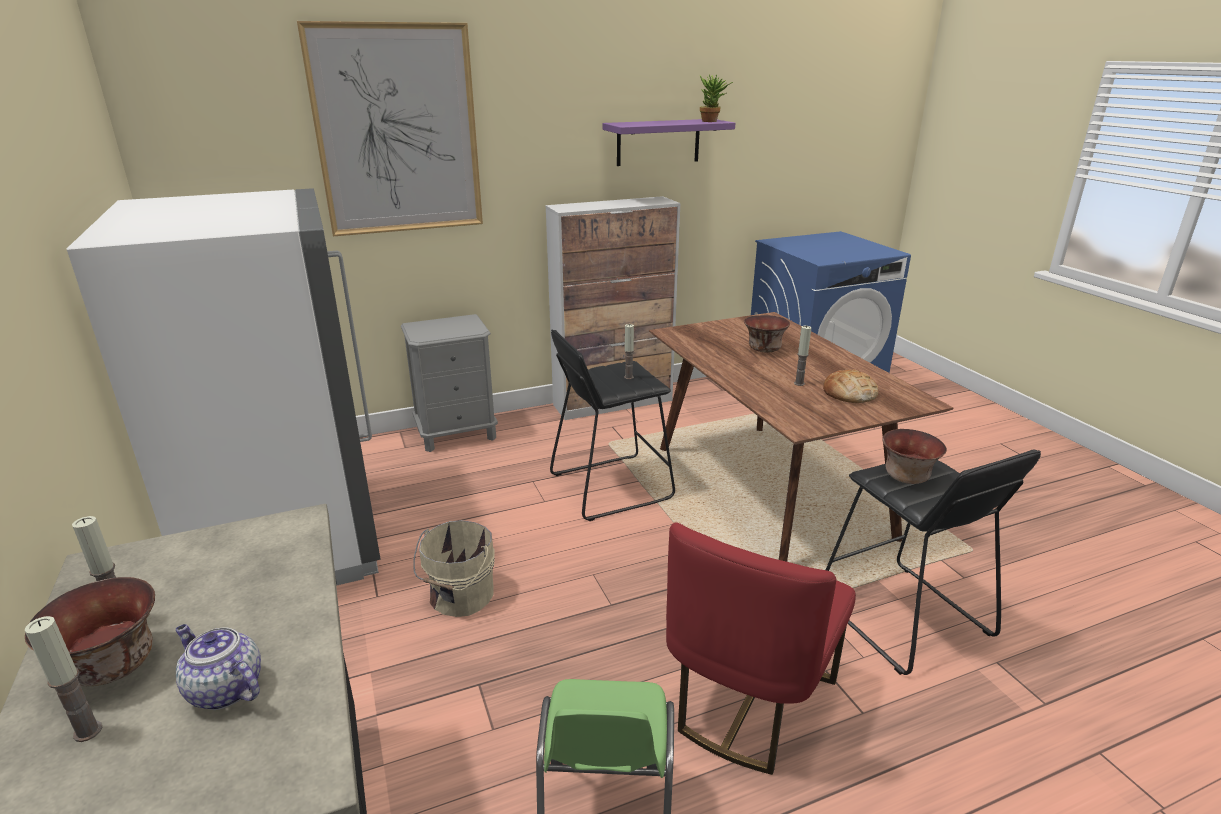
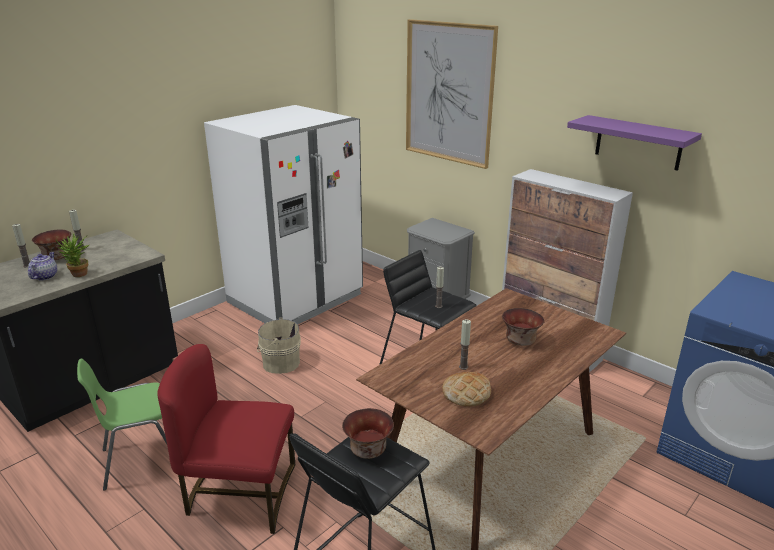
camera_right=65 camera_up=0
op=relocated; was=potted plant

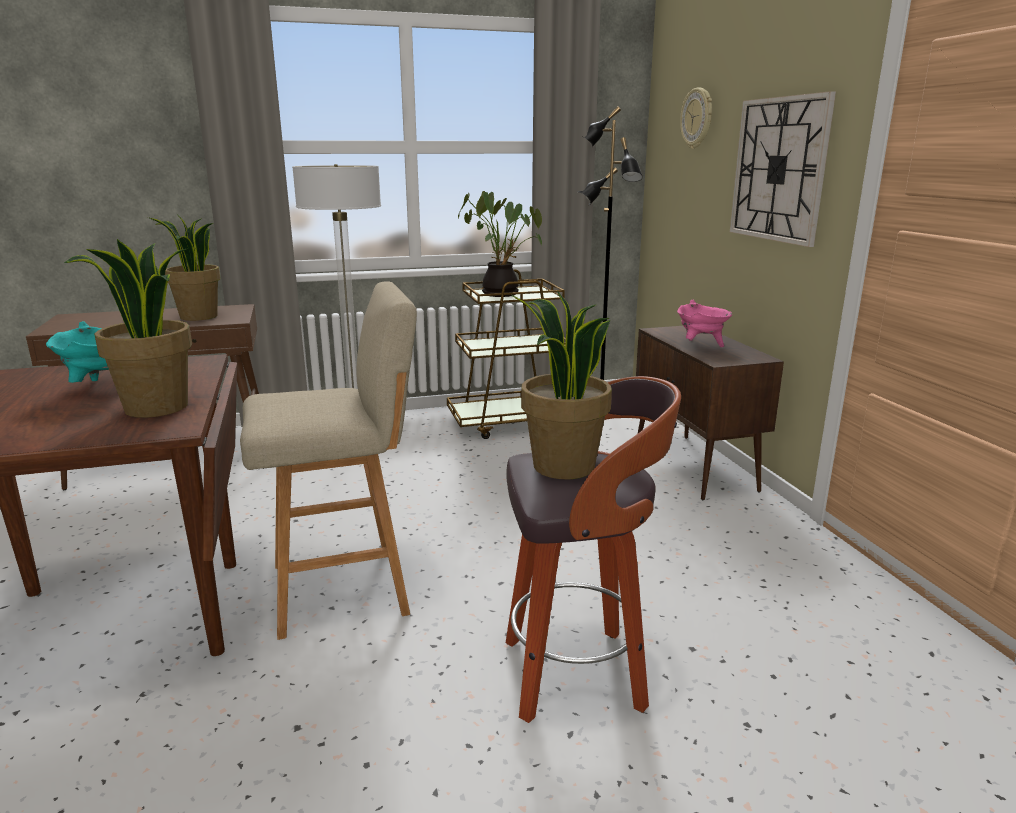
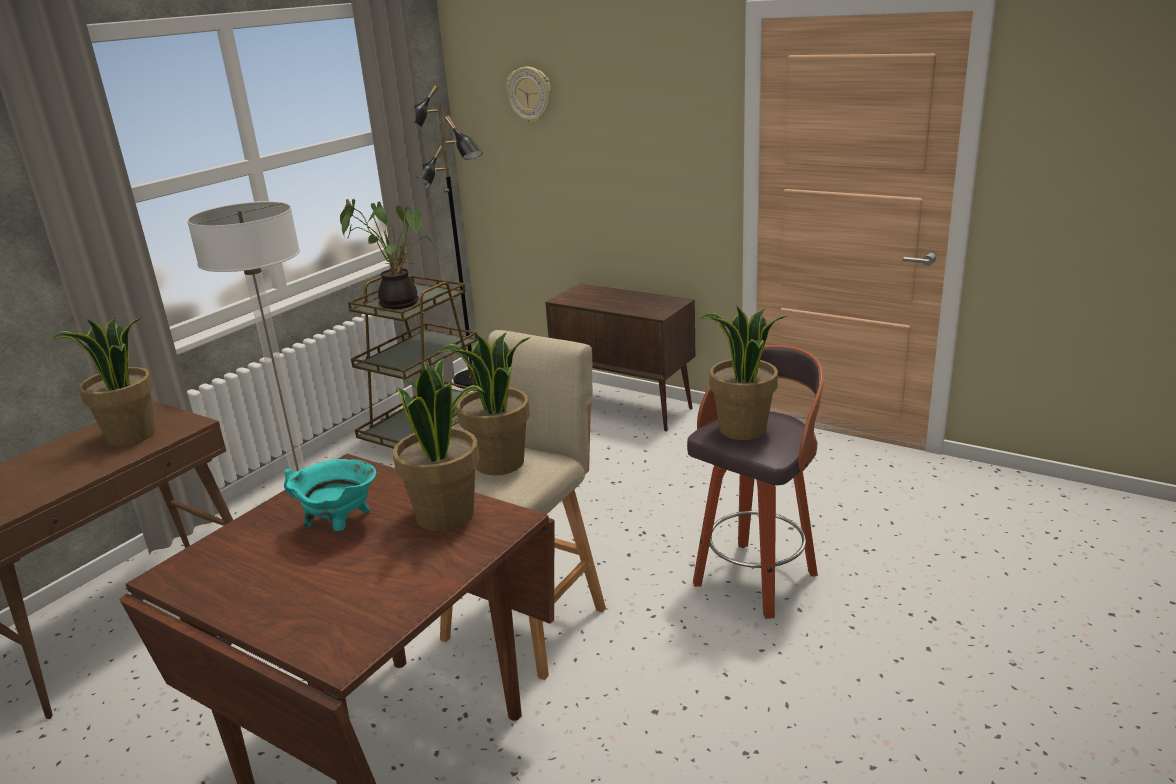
camera_right=-40 camera_up=5
op=missing; was=pink cooking pot
op=missing; was=wall clock (no. 2 from left)
op=appeared; now=potted plant (no. 4 from left)

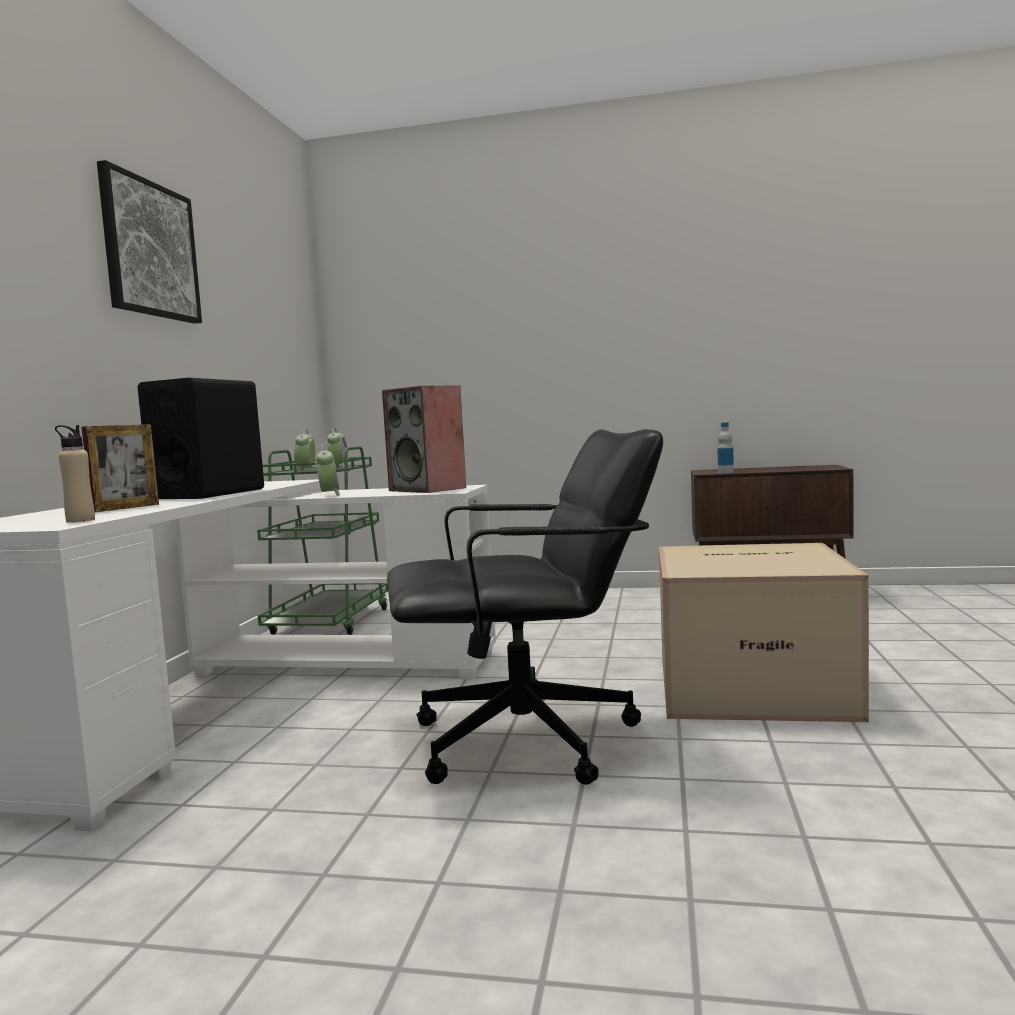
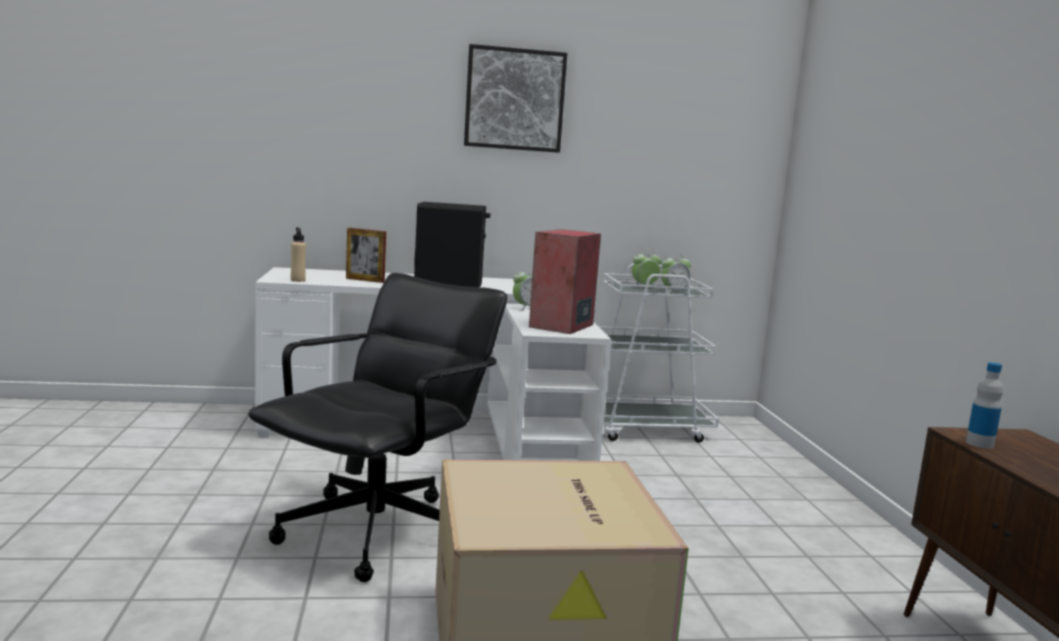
camera_right=70 camera_up=5
op=colour; was=green cart; now=white cart
op=spun; was=black office chair; clockwise=-120

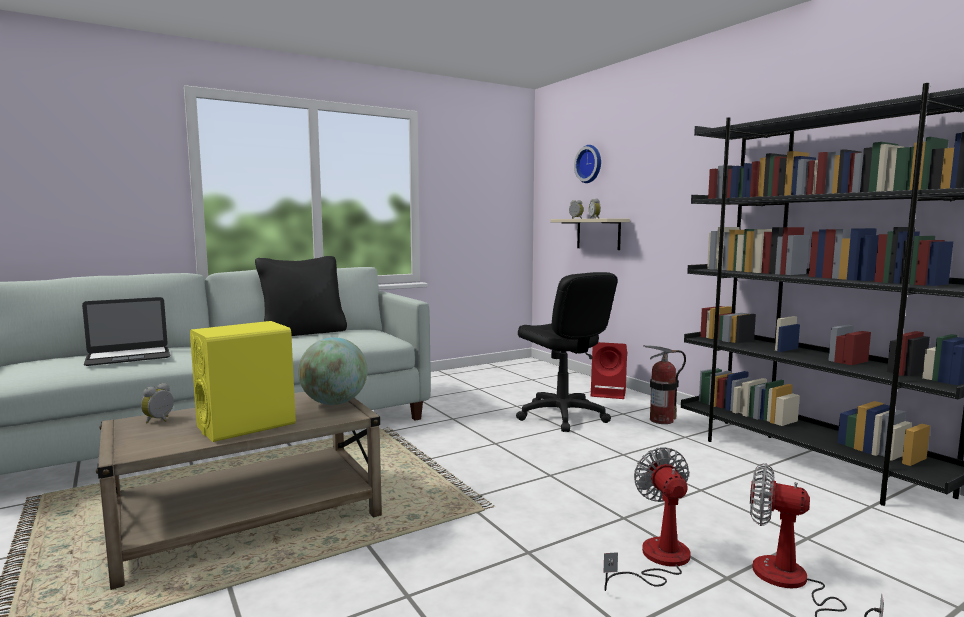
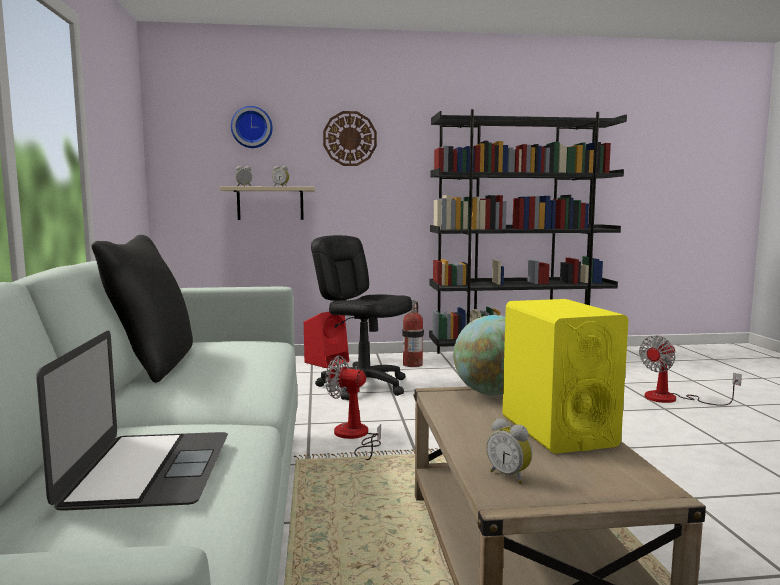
camera_right=-65 camera_up=0
op=appeared; now=wall clock (no. 2 from left)
op=relocated; was=fan (no. 1 from left)
op=spun; was=black office chair; clockwise=-135

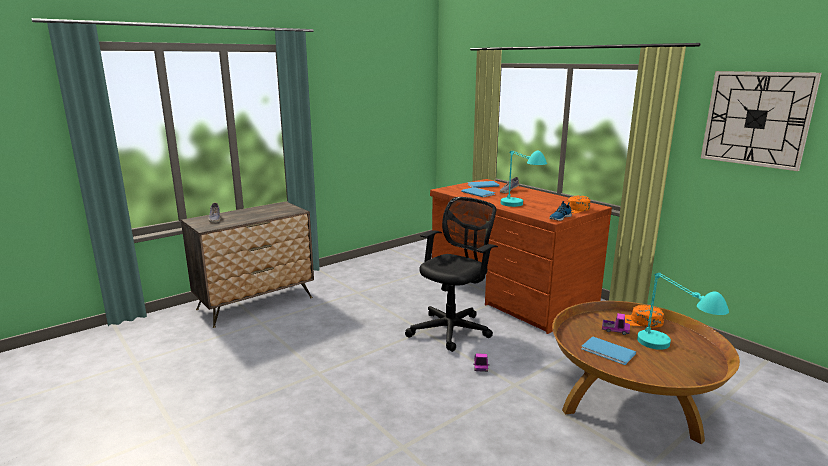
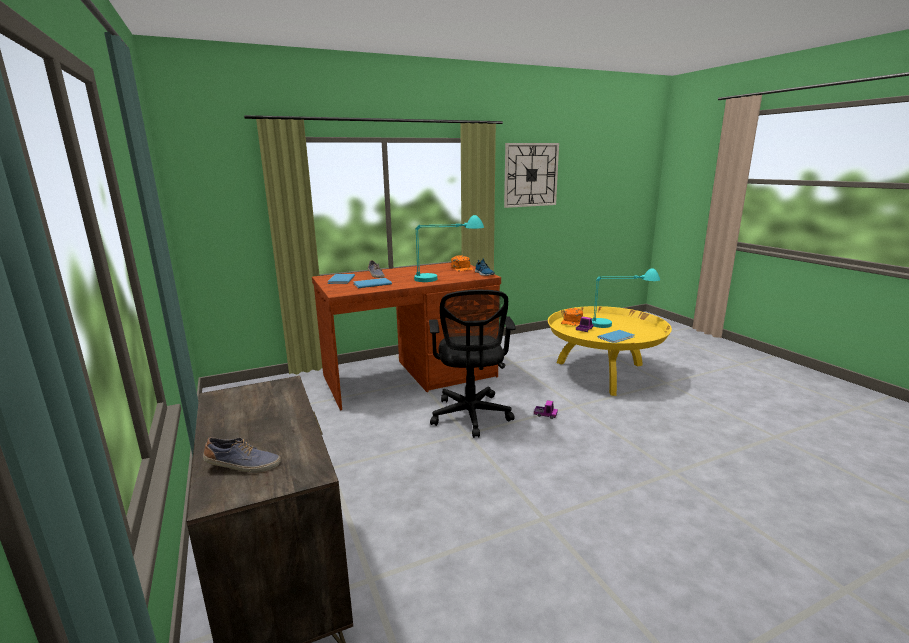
camera_right=-75 camera_up=0
op=colour; was=brown coffee table; now=yellow coffee table
op=spun; was=black office chair; clockwise=-150

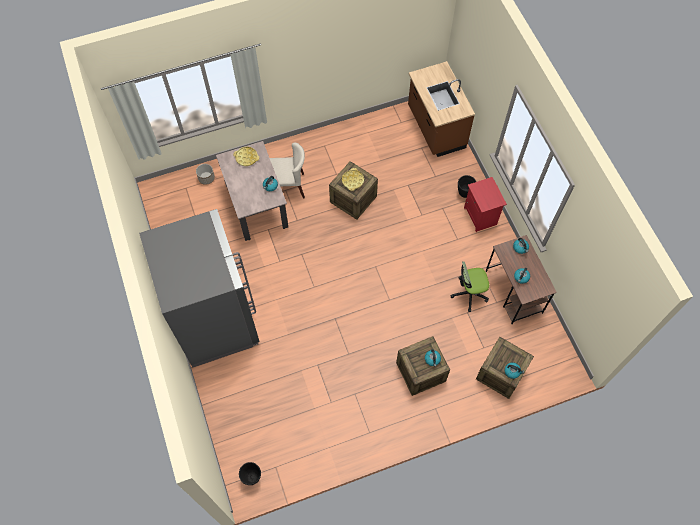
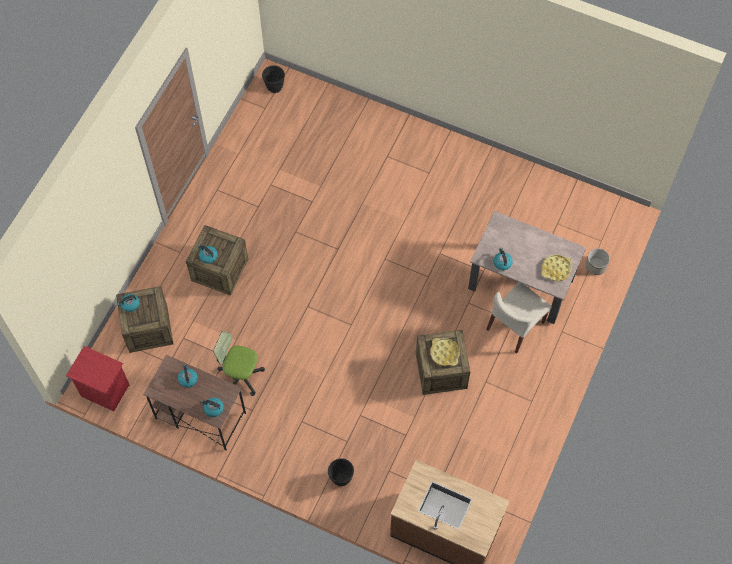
camera_right=135 camera_up=0
op=missing; was=grey fridge
op=relocated; was=red nightstand
op=spun; was=office chair; clockwise=-105

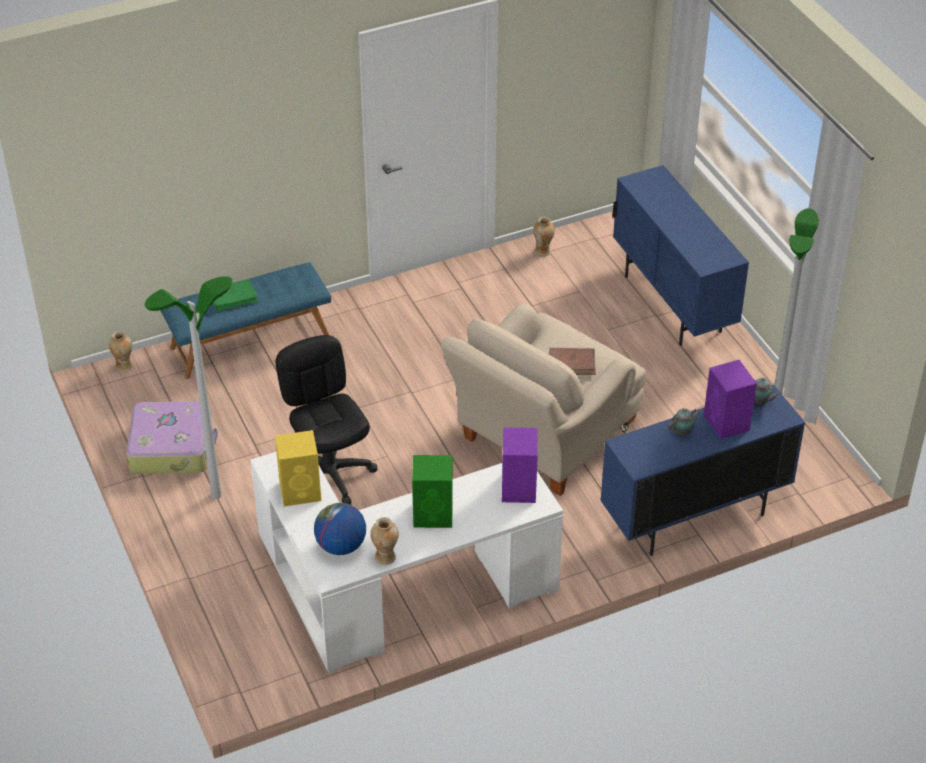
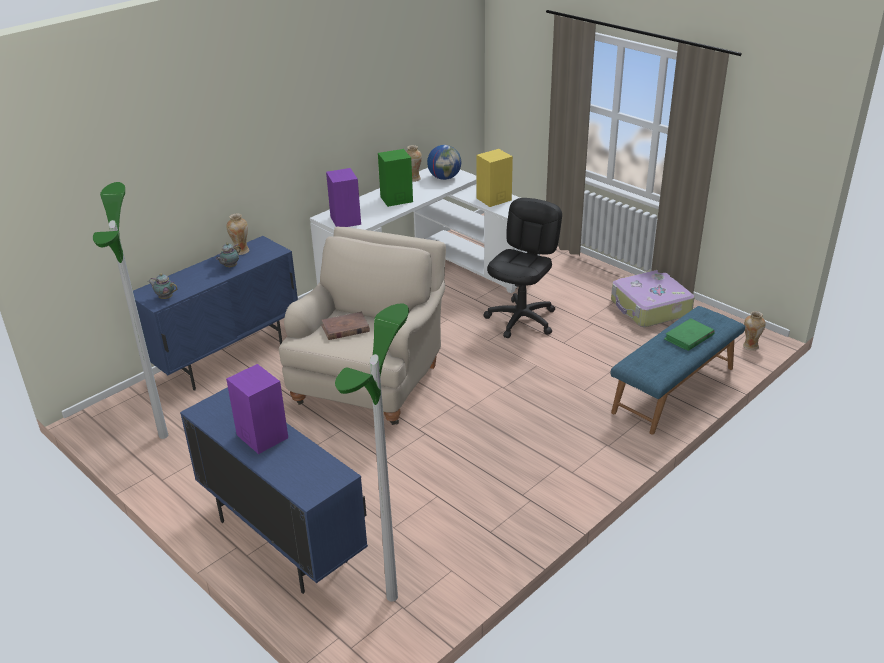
camera_right=160 camera_up=-10
op=relocated; was=floor lamp (no. 1 from left in the first image); now=floor lamp (no. 2 from left)
op=relocated; was=vase (no. 3 from left in the first image); now=vase (no. 1 from left)
op=relocated; was=purple speaker (no. 2 from left in the first image); now=purple speaker (no. 1 from left)
op=spun; was=black office chair; clockwise=-105

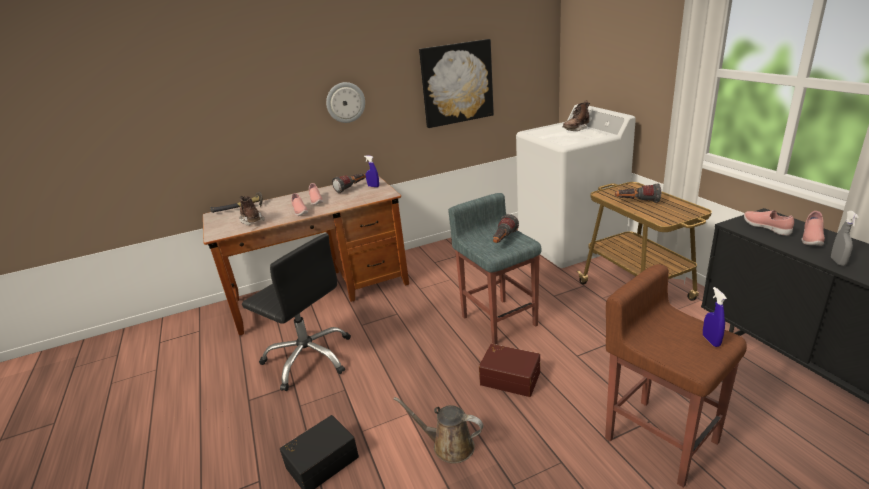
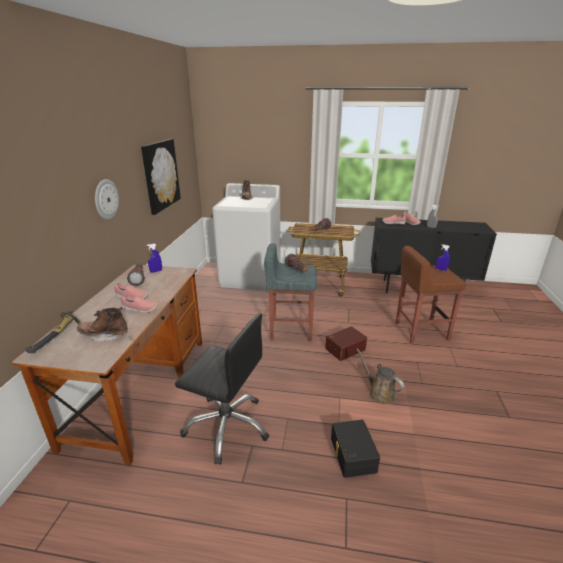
camera_right=-60 camera_up=0
op=spun; was=black office chair; clockwise=45
op=spun; was=brown watering can; clockwise=90

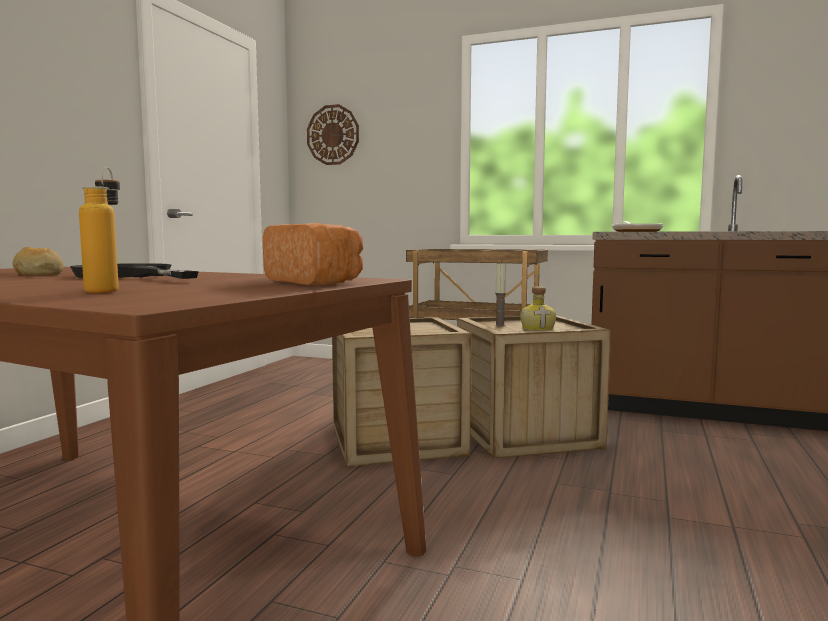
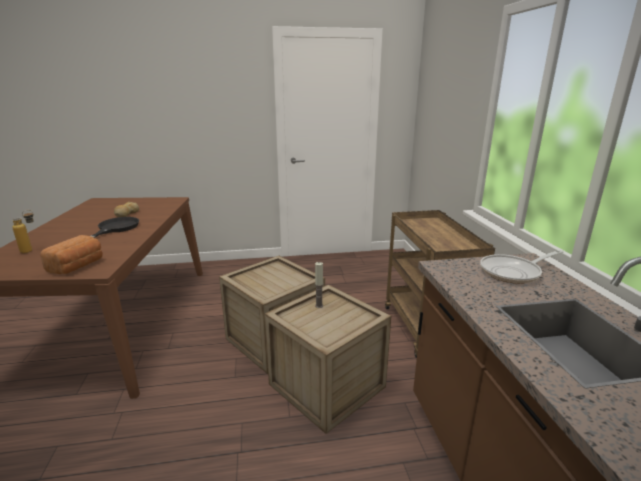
camera_right=60 camera_up=15
op=missing; was=wall clock
op=missing; was=bottle (no. 2 from left)

